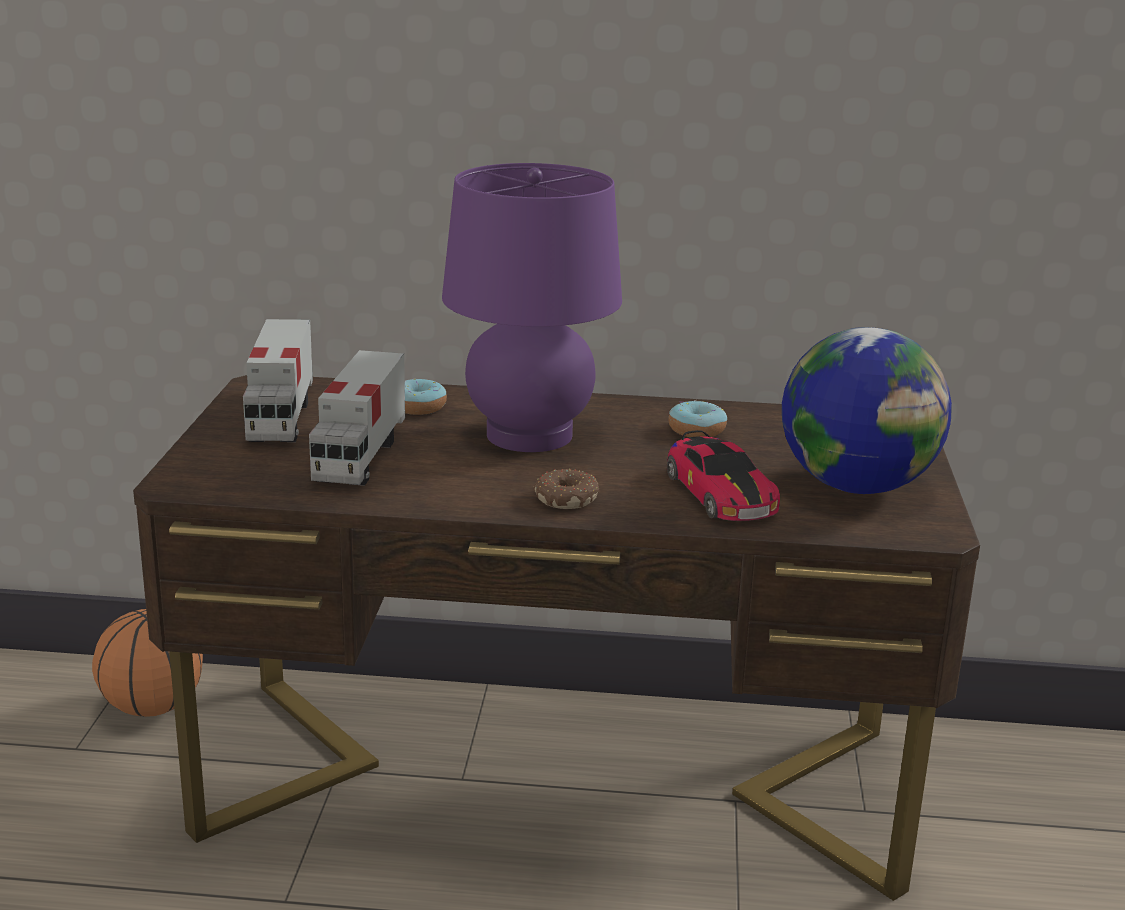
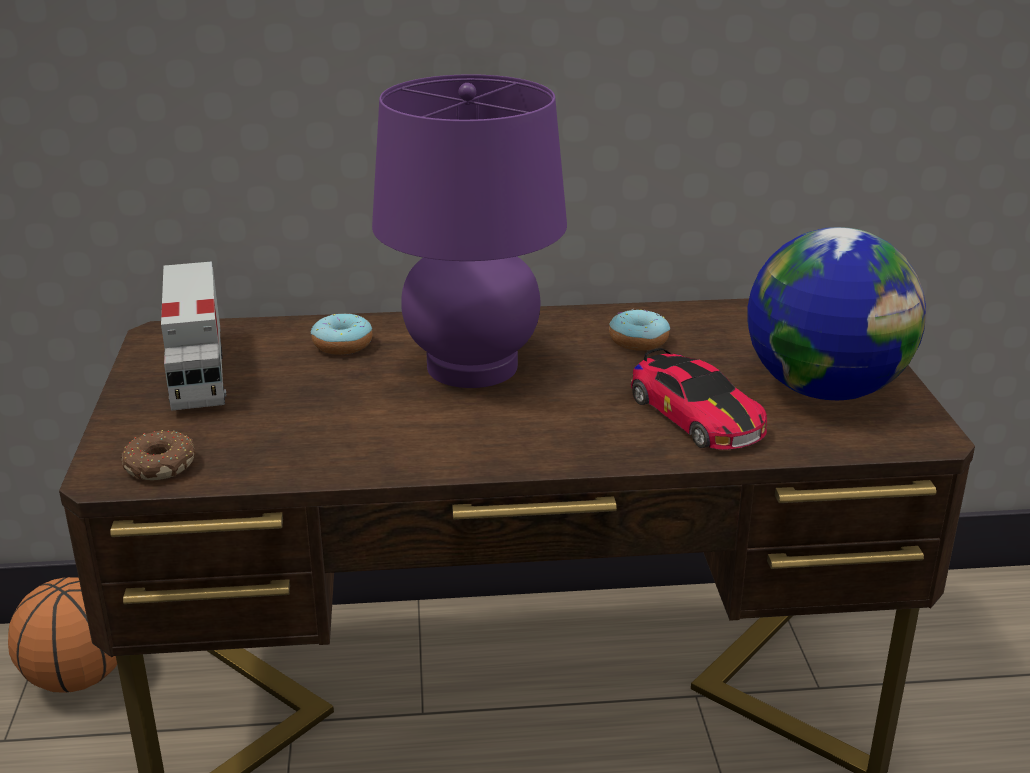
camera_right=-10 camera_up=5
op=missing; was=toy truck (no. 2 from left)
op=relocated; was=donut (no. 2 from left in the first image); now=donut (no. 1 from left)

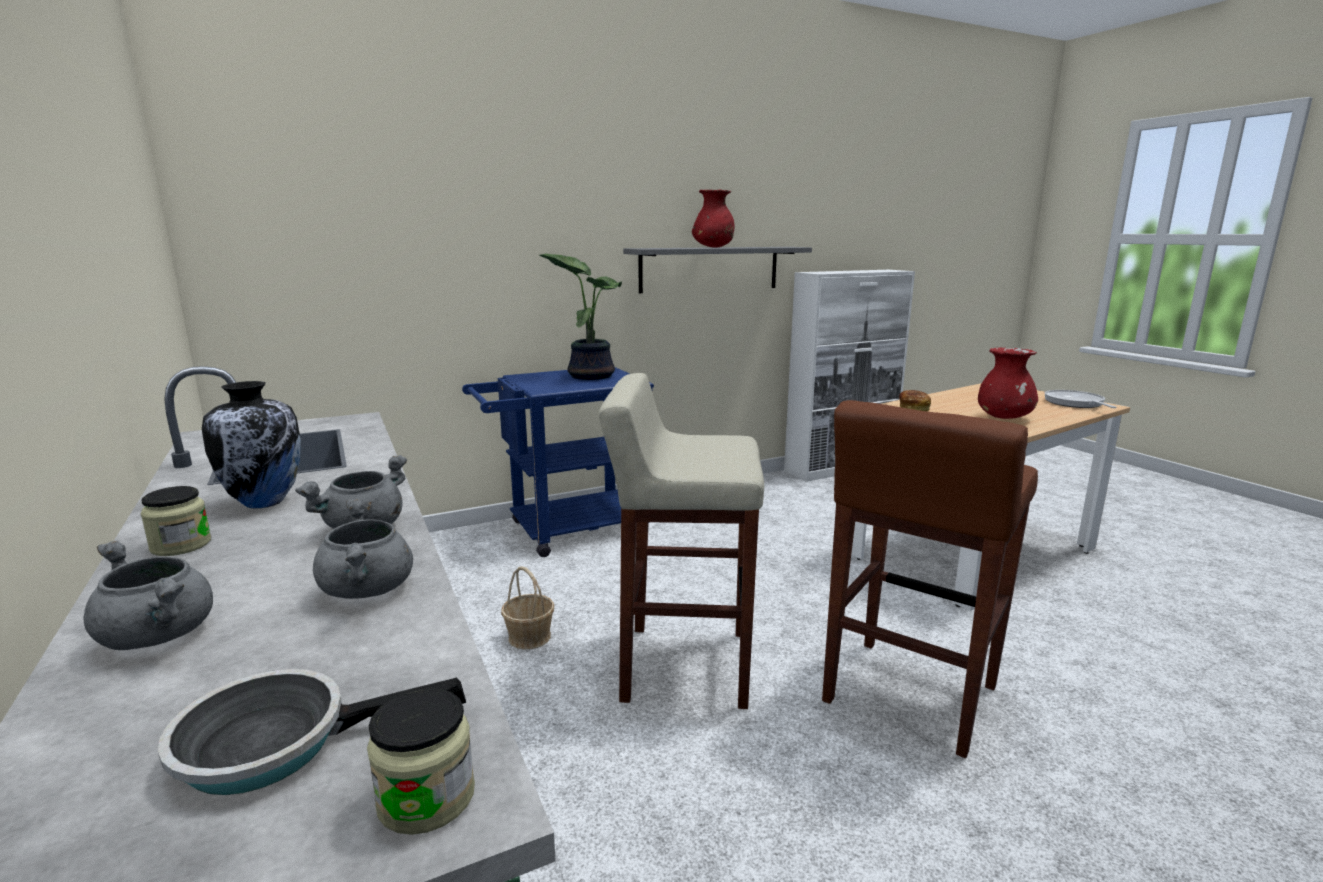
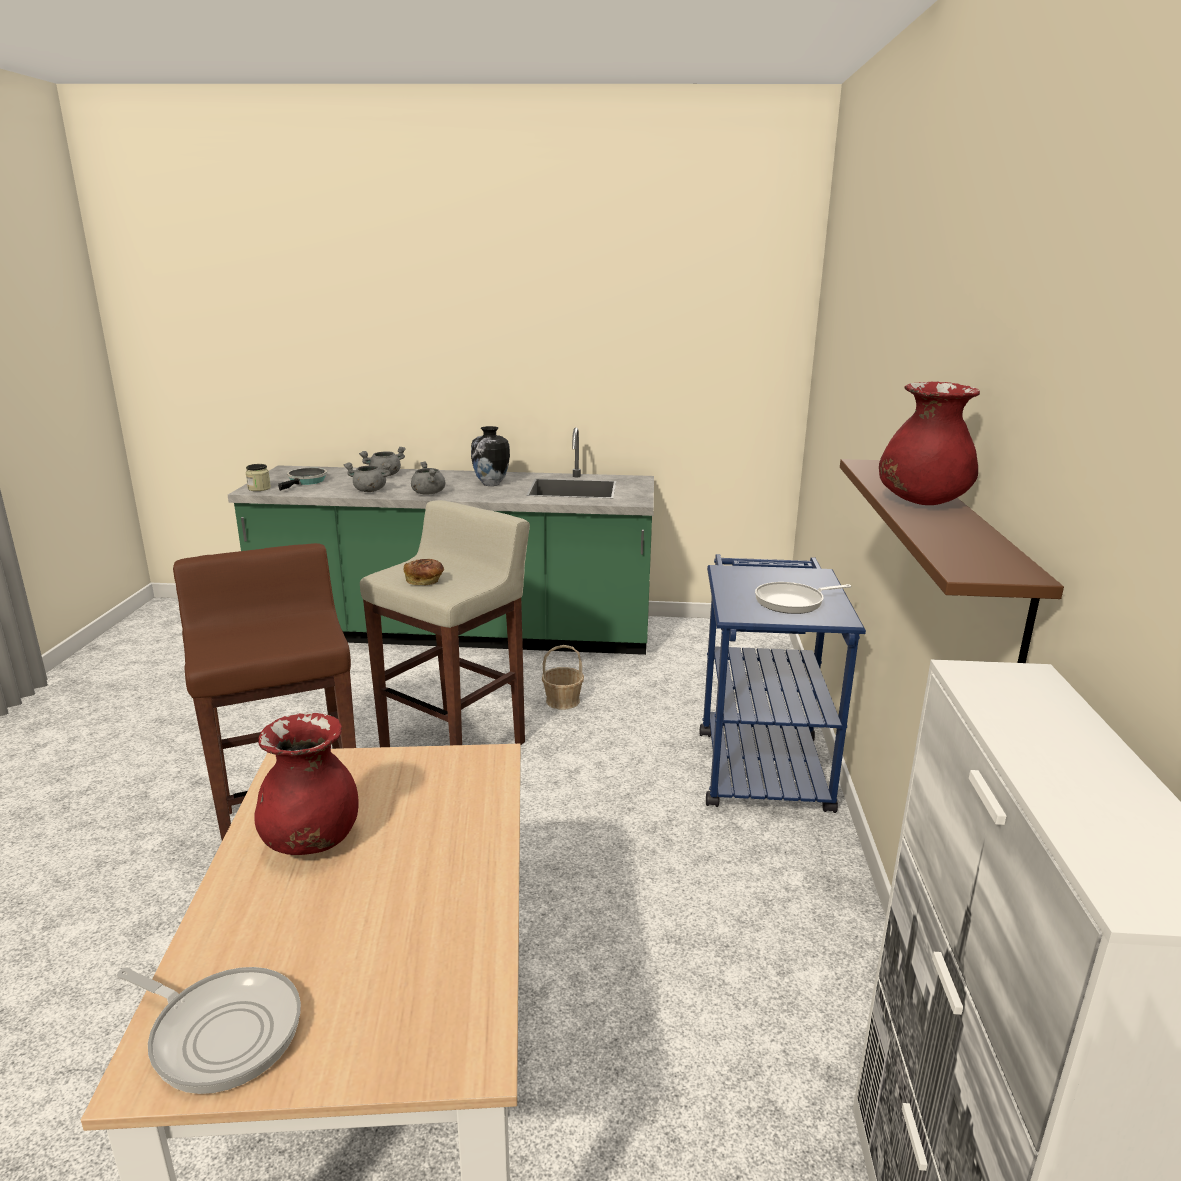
camera_right=120 camera_up=5
op=missing; was=jar (no. 1 from left)
op=relocated; was=bread
op=exchanged; was=potted plant; now=frying pan (no. 3 from left)
op=colour; was=grey shelf; now=brown shelf

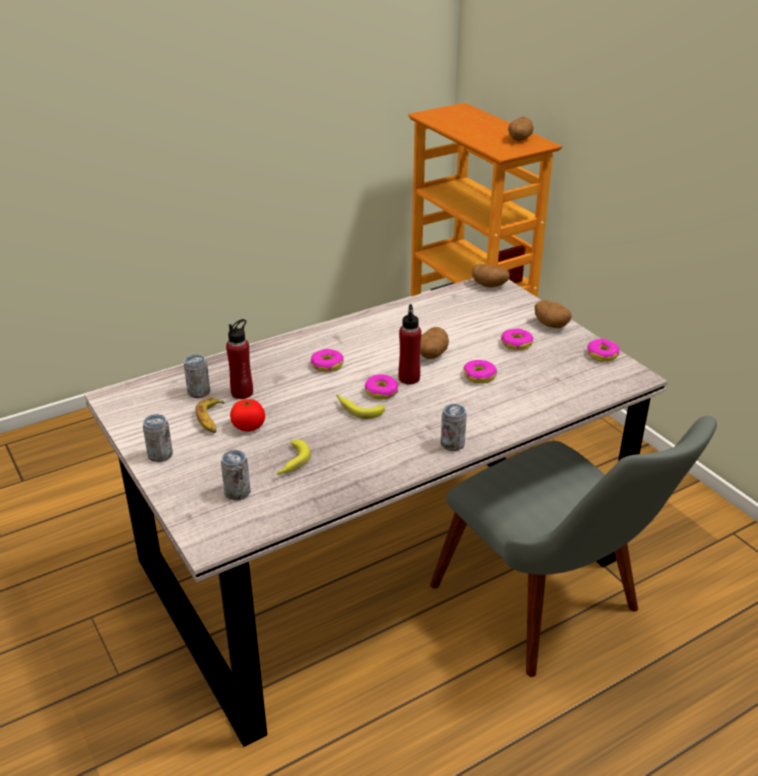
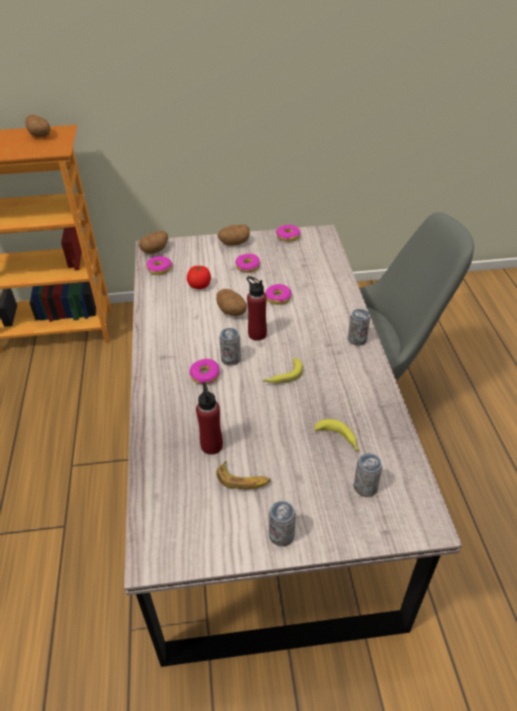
camera_right=-65 camera_up=10
op=relocated; was=can (no. 2 from left in the first image); now=can (no. 1 from left)
op=relocated; was=tomato
op=relocated; was=donut (no. 2 from left in the first image); now=donut (no. 1 from left)

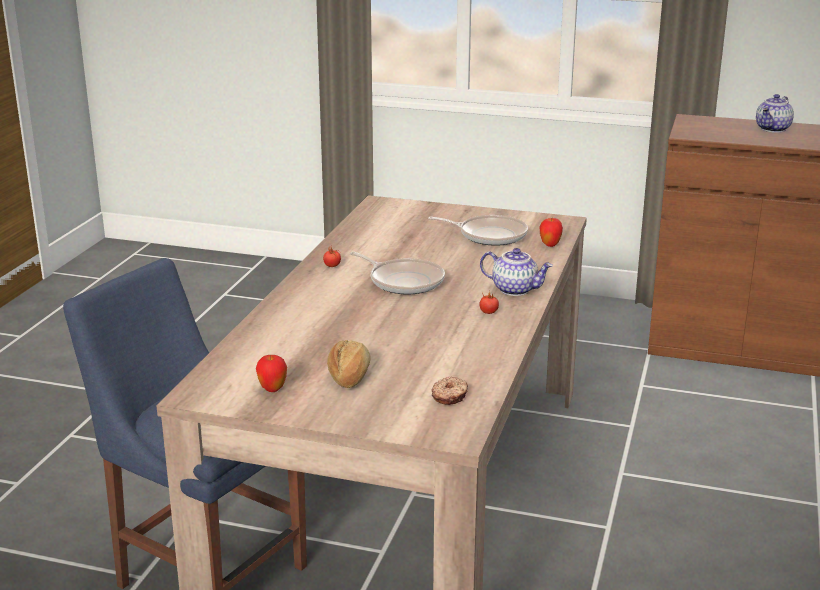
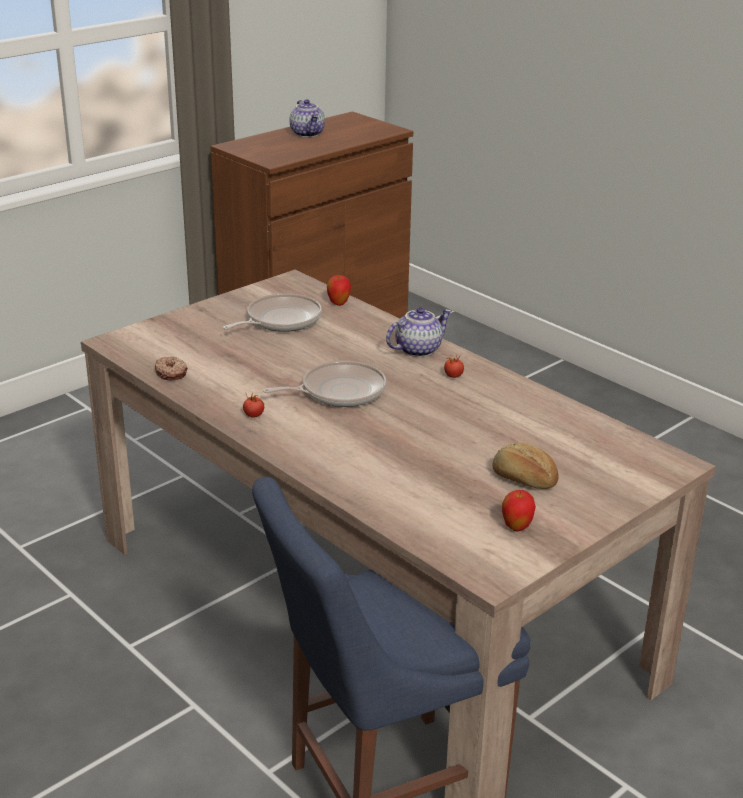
camera_right=-60 camera_up=5
op=relocated; was=donut

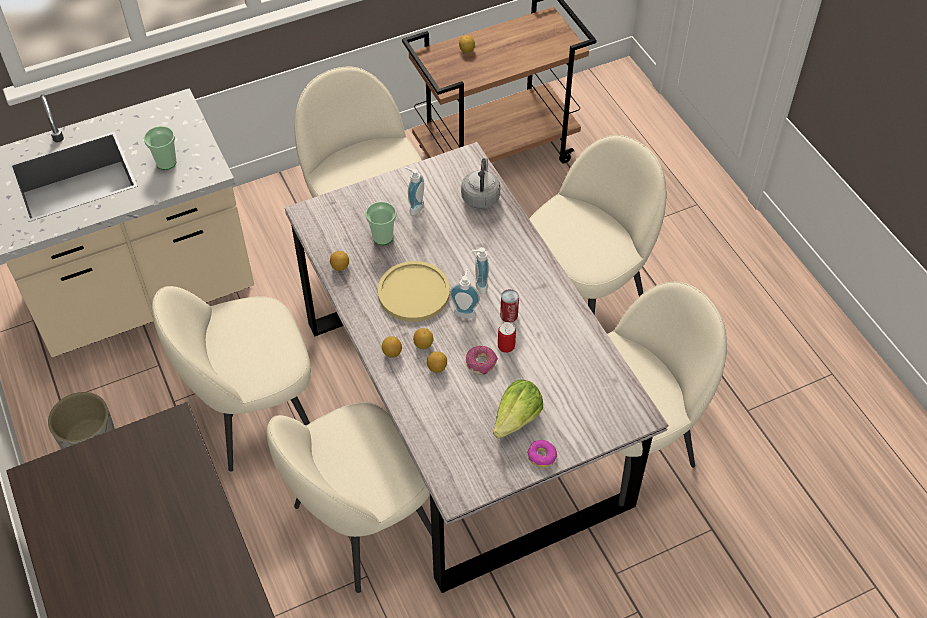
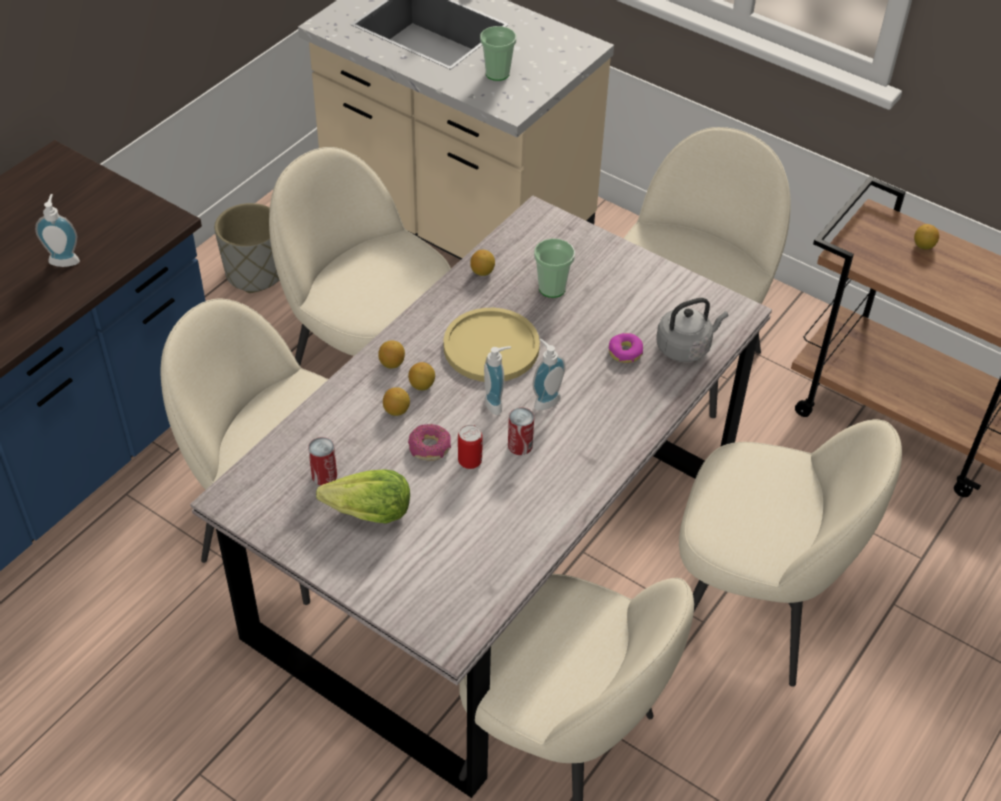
camera_right=60 camera_up=-5
op=appeared; now=can (no. 1 from left)
op=relocated; was=soap dispenser (no. 1 from left)
op=relocated; was=donut (no. 2 from left)

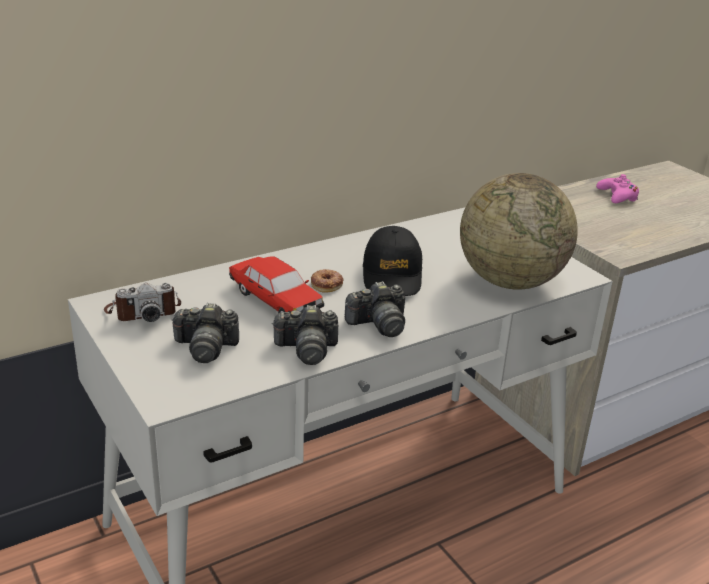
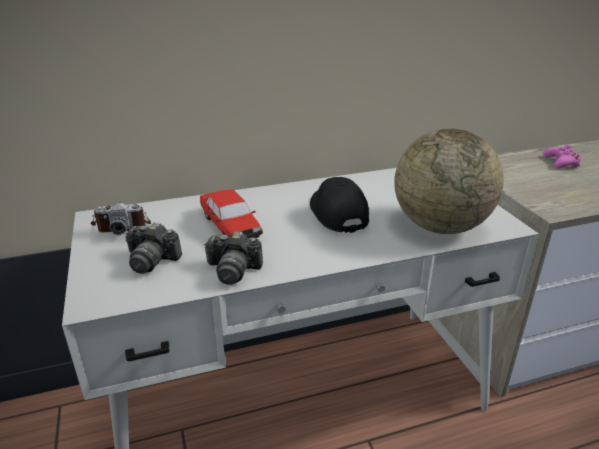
camera_right=15 camera_up=0
op=missing; was=donut
op=missing; was=photo camera (no. 4 from left)
op=spun; was=black cap; clockwise=150

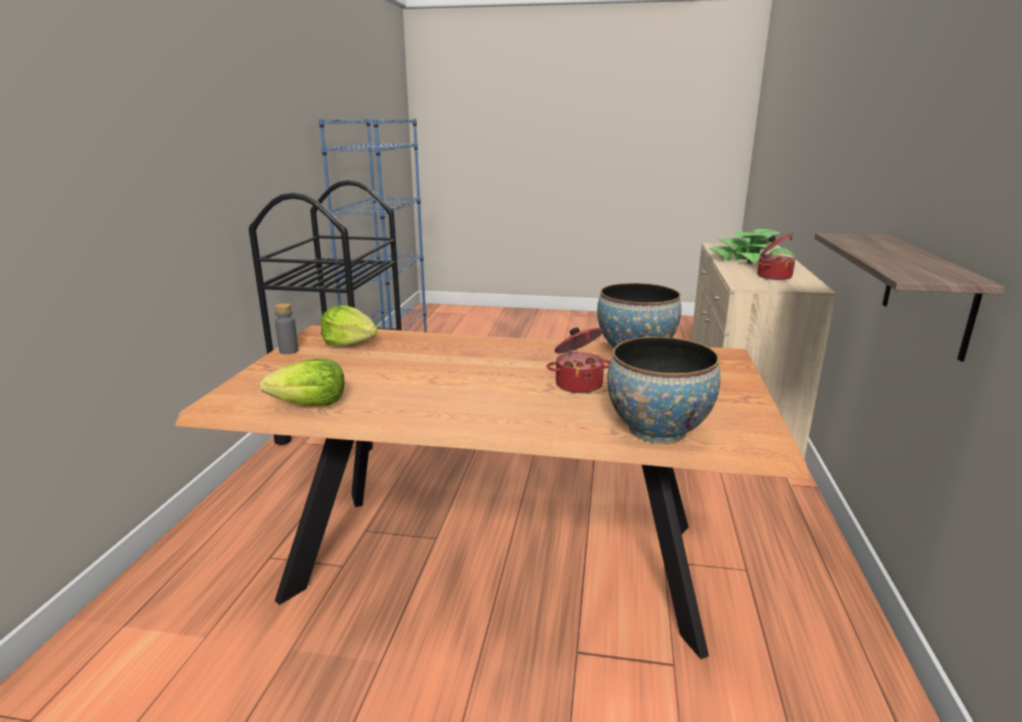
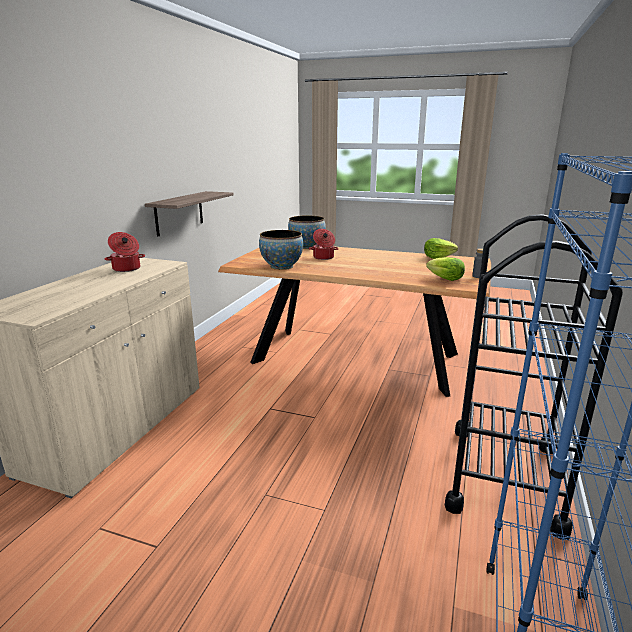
camera_right=-170 camera_up=0
op=missing; was=potted plant

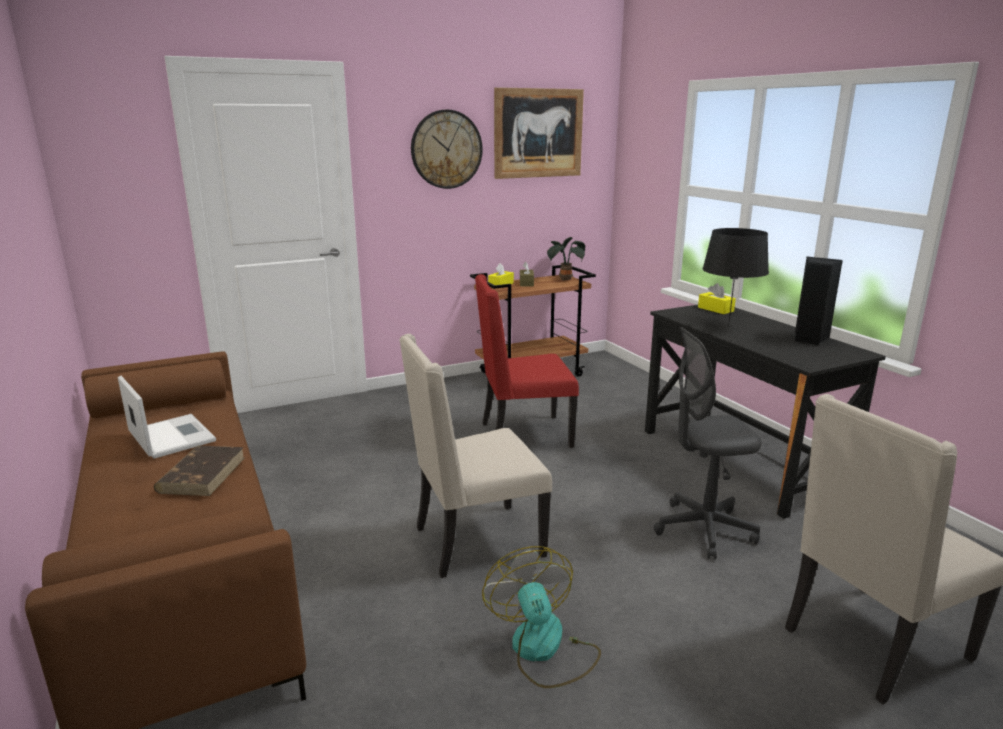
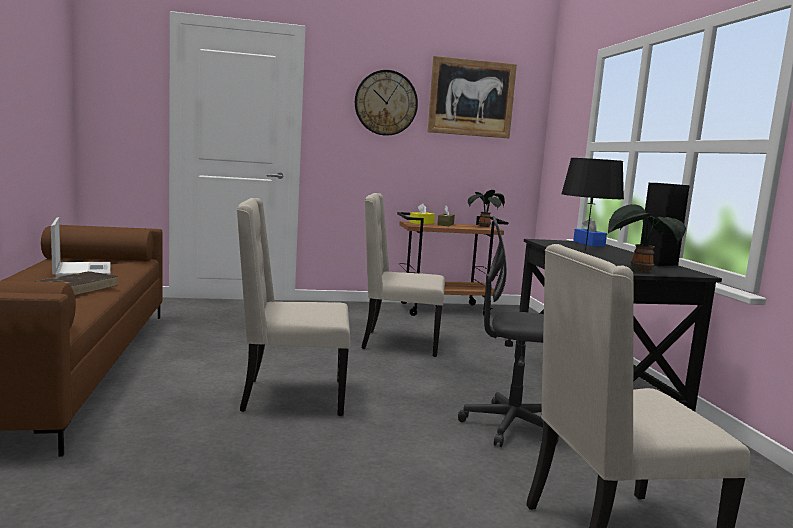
camera_right=15 camera_up=-10
op=missing; was=fan
op=appeared; now=potted plant (no. 2 from left)
op=colour; was=red chair; now=beige chair (no. 2 from left)
op=colour; was=yellow tissue box (no. 2 from left); now=blue tissue box

